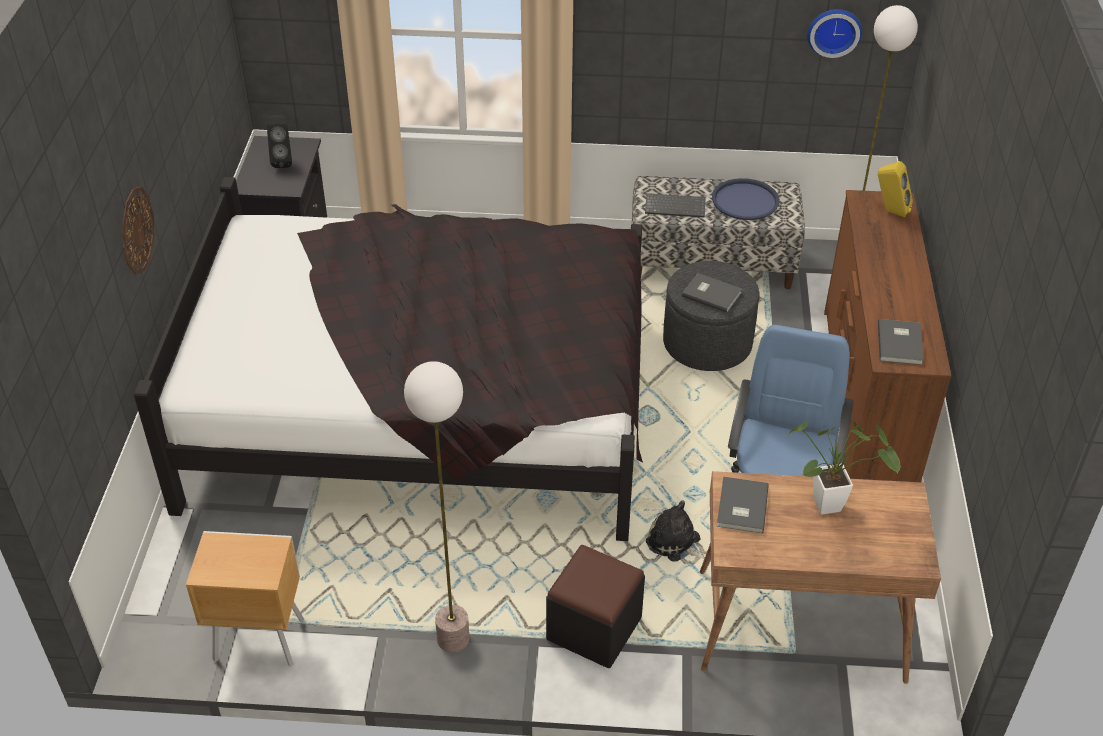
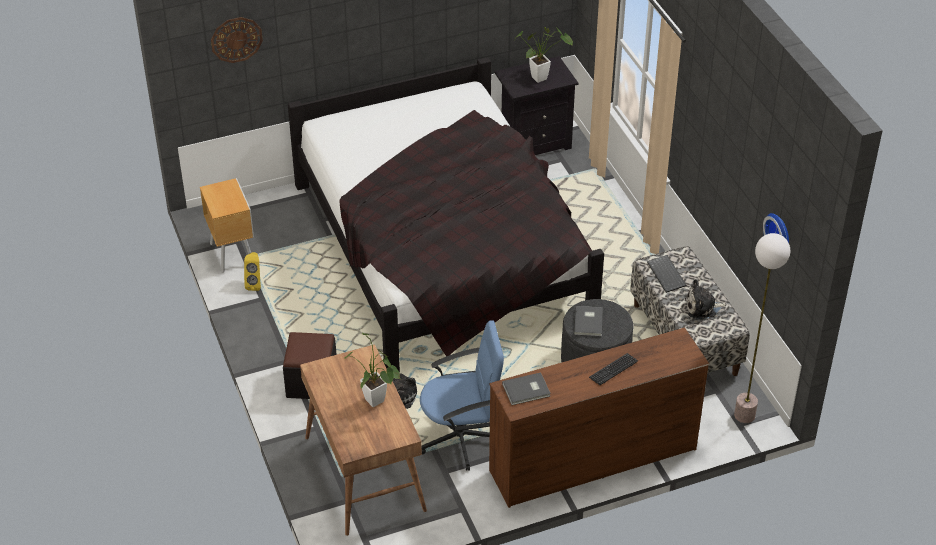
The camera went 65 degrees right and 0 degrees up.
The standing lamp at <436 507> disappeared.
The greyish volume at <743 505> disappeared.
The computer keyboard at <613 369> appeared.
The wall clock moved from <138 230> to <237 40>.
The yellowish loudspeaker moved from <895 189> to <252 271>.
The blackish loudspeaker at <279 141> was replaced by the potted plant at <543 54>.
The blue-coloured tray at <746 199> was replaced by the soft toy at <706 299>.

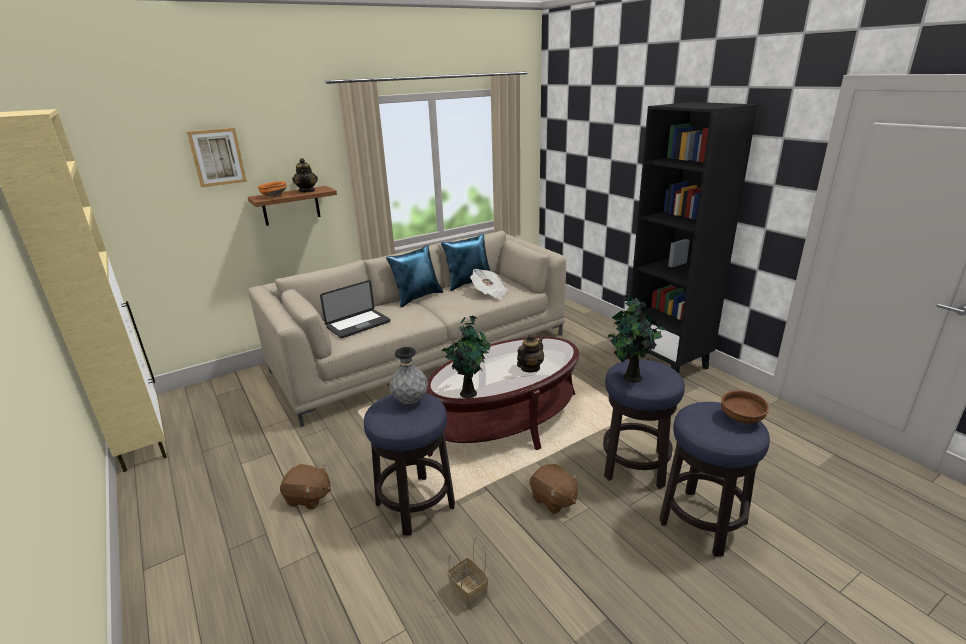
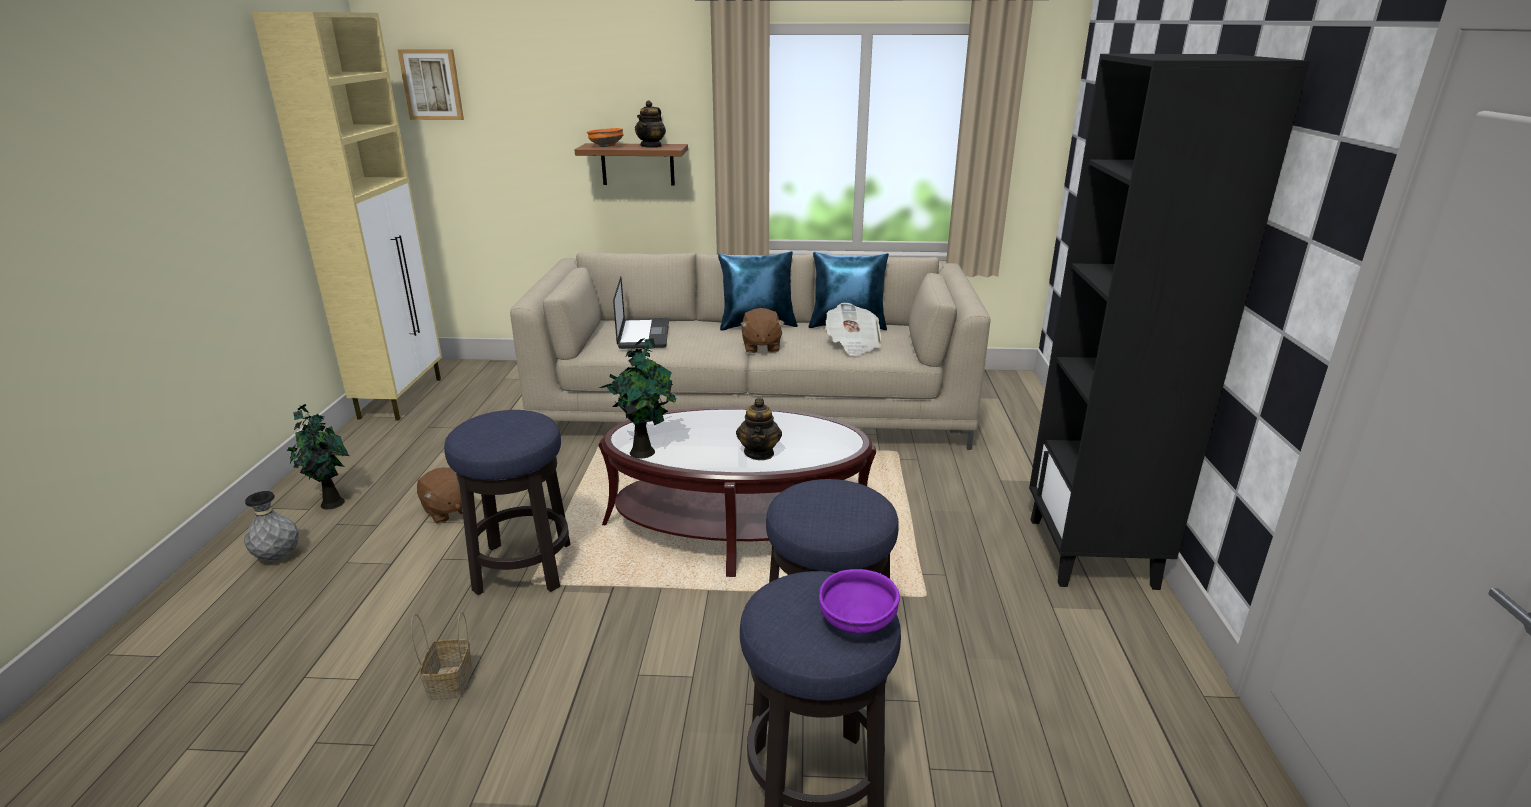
The camera went 35 degrees right and 0 degrees up.
The picture moved from <217 158> to <430 84>.
The greyish decorative vase moved from <408 375> to <271 526>.
The brown-coloured soft toy moved from <554 489> to <762 330>.
The potted plant moved from <637 338> to <318 457>.
The brown-coloured deep dish at <745 406> became the purple deep dish at <859 601>.
The laptop at <355 309> turned 90 degrees counterclockwise.
The tea pot at <530 353> turned 105 degrees clockwise.

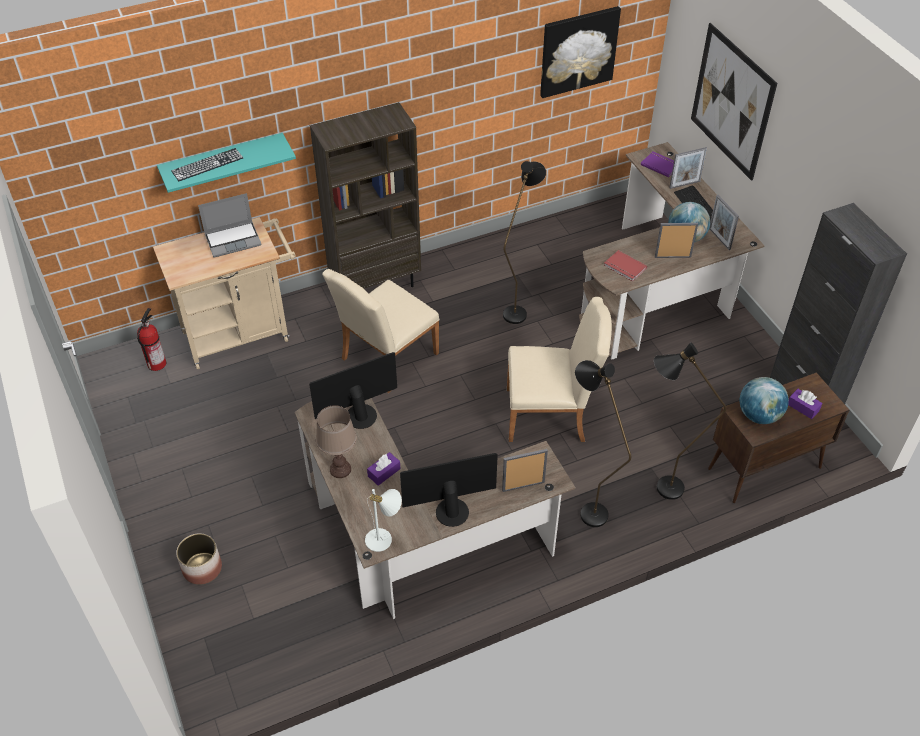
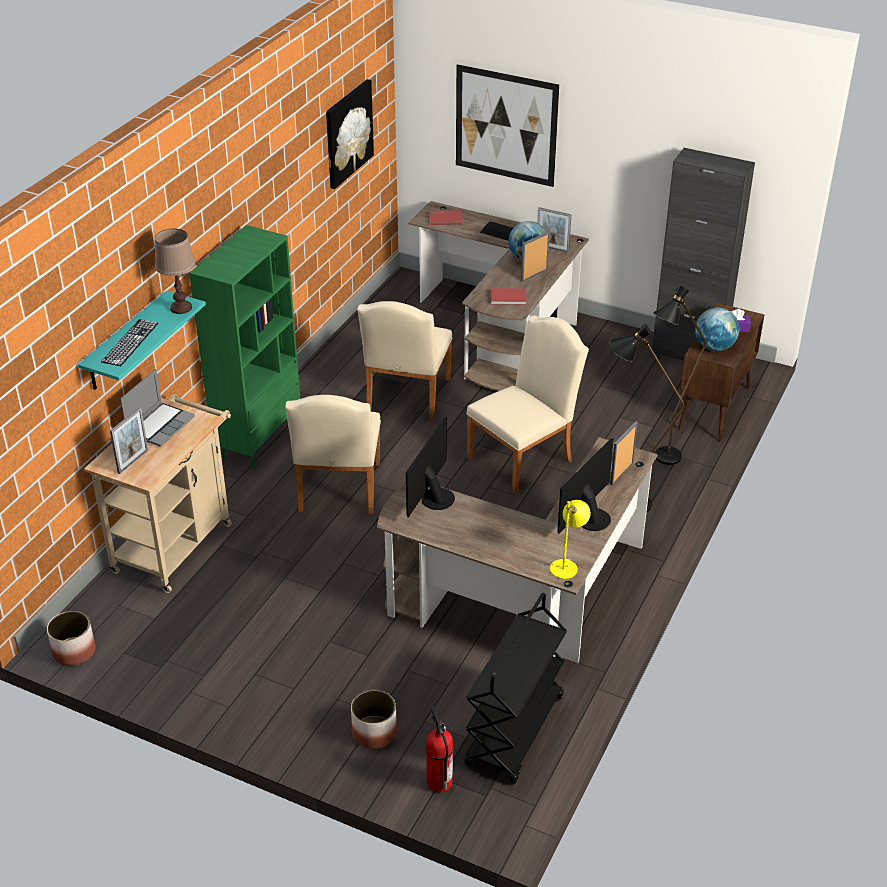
The camera went 40 degrees left and 10 degrees down.
The purple box of tissues at <384 469> disappeared.
The planter at <71 638> appeared.
The blackish trolley at <515 688> appeared.
The fire extinguisher moved from <151 339> to <439 749>.
The brown-coloured lamp for a table moved from <336 441> to <175 271>.
The photo frame moved from <688 168> to <129 440>.
The blackish standing lamp at <524 242> was replaced by the beige-coloured chair at <405 361>.
The brown-coloured bookshelf at <365 195> became the green-coloured bookshelf at <244 347>.
The white lamp for a table at <383 520> became the yellowish lamp for a table at <570 539>.
The purple volume at <657 164> became the reddish volume at <446 217>.

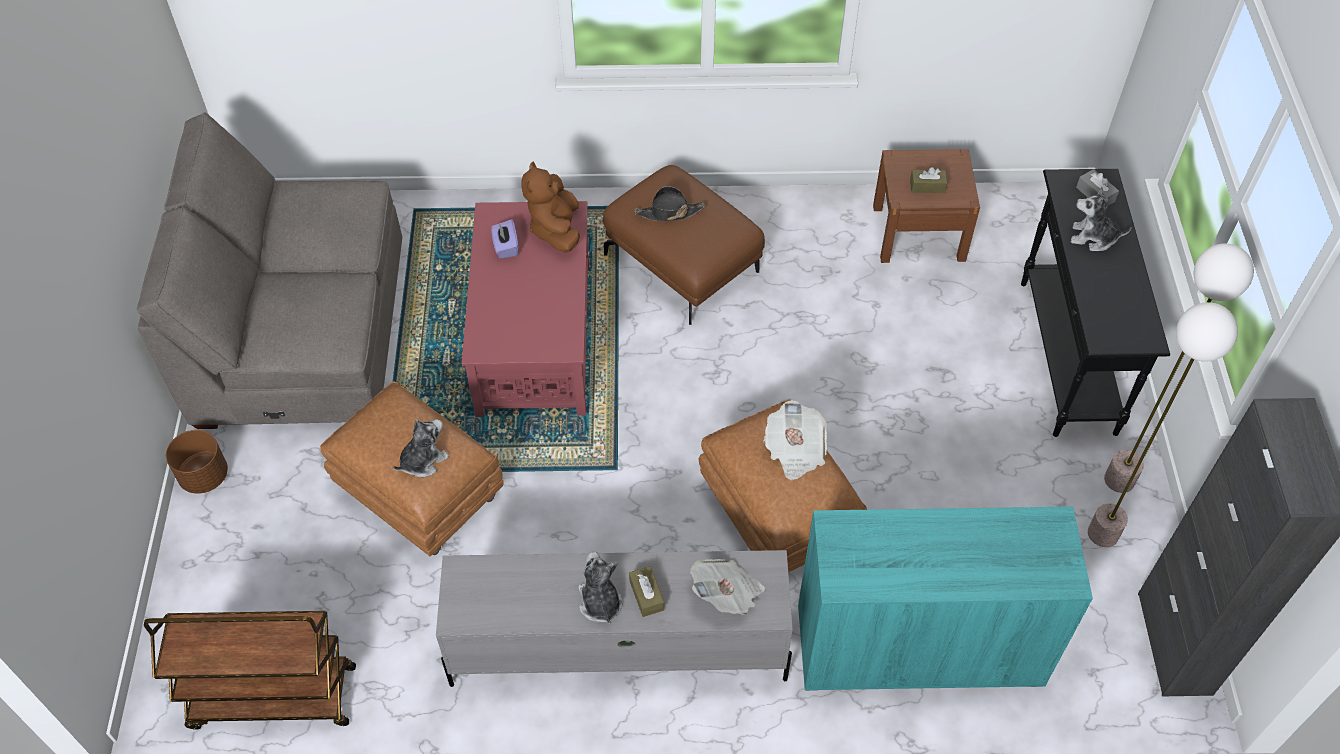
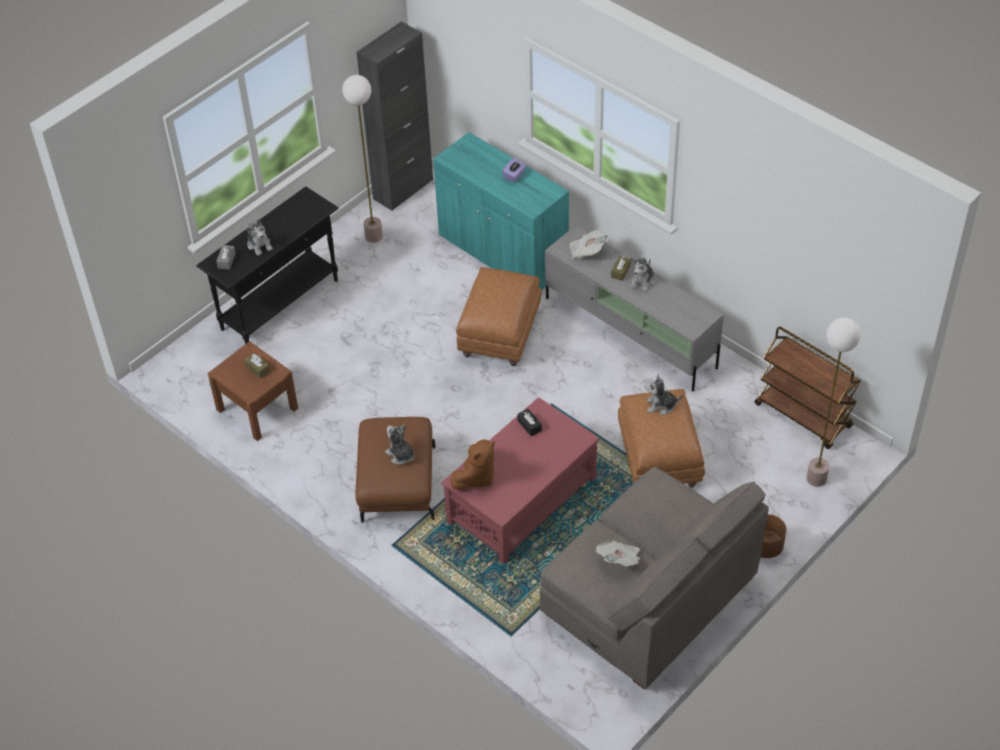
The camera went 135 degrees left and 5 degrees down.
The blackish box of tissues at <529 422> appeared.
The purple box of tissues moved from <504 239> to <514 170>.
The newspaper moved from <795 440> to <618 553>.
The standing lamp moved from <1179 368> to <834 402>.
The blackish clothing hat at <669 203> was replaced by the soft toy at <400 444>.

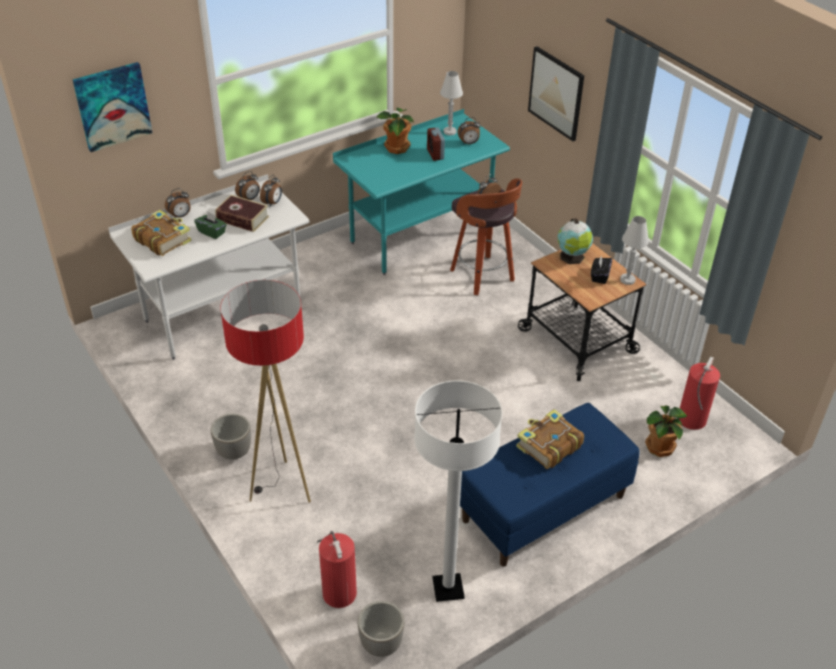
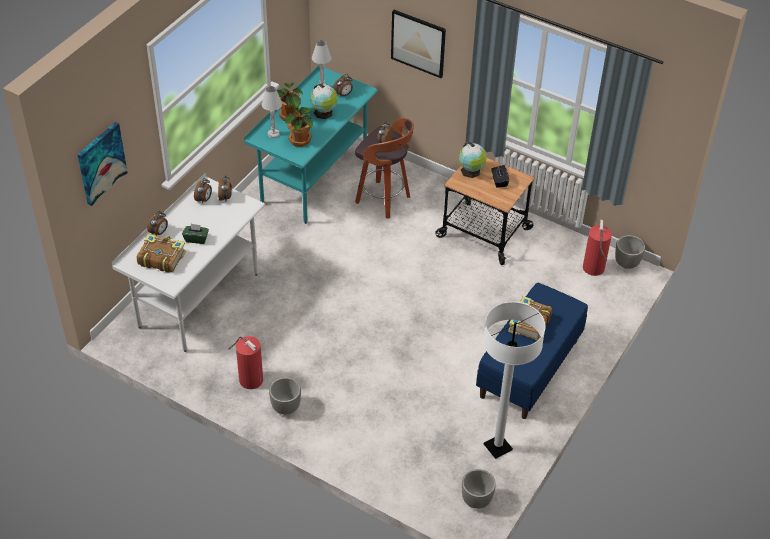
The camera went 25 degrees left and 5 degrees up.
The volume at <242 213> disappeared.
The standing lamp at <265 391> disappeared.
The planter at <630 252> appeared.
The fire extinguisher moved from <337 569> to <245 362>.
The white lamp for a table moved from <634 250> to <272 112>.
The potted plant moved from <666 431> to <299 127>.
The table clock at <436 144> was replaced by the desk globe at <324 101>.

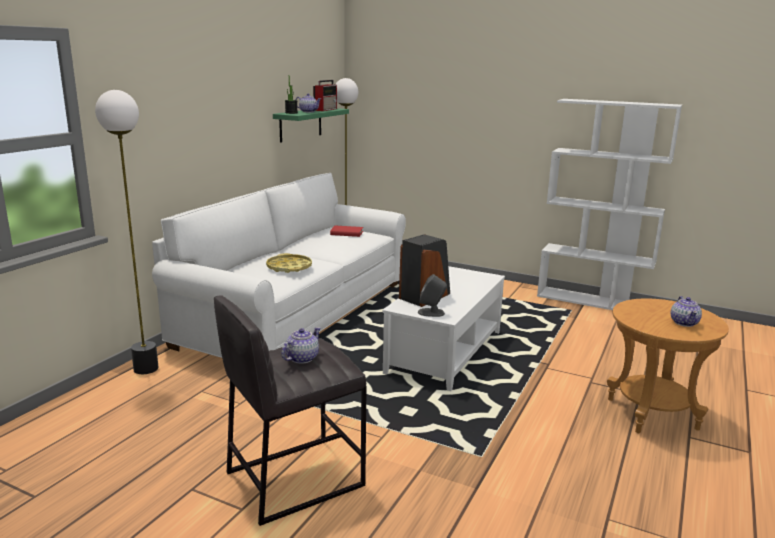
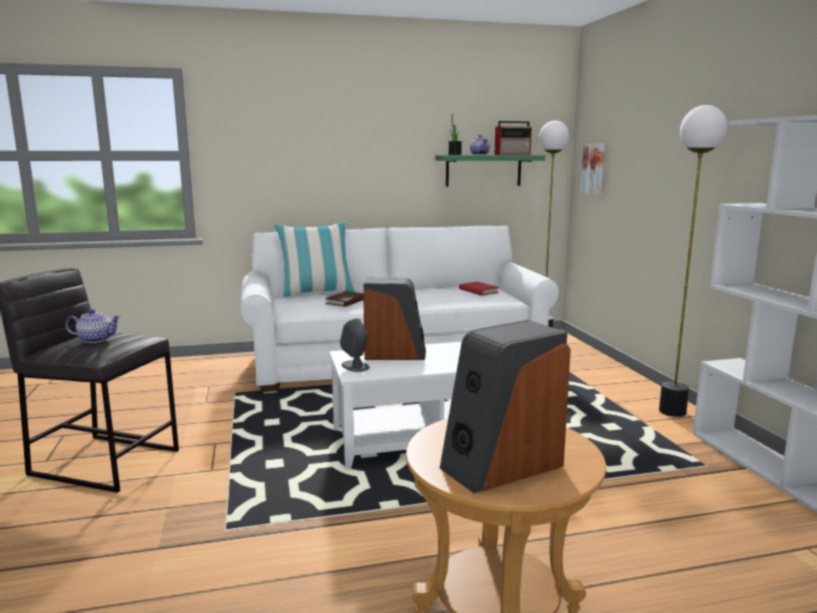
The camera went 50 degrees right and 5 degrees down.
The cushion at <315 259> appeared.
The picture at <592 170> appeared.
The standing lamp moved from <126 232> to <693 261>.
The yellowish tray at <289 263> was replaced by the brown-coloured volume at <344 299>.
The tea pot at <686 311> was replaced by the loudspeaker at <505 406>.

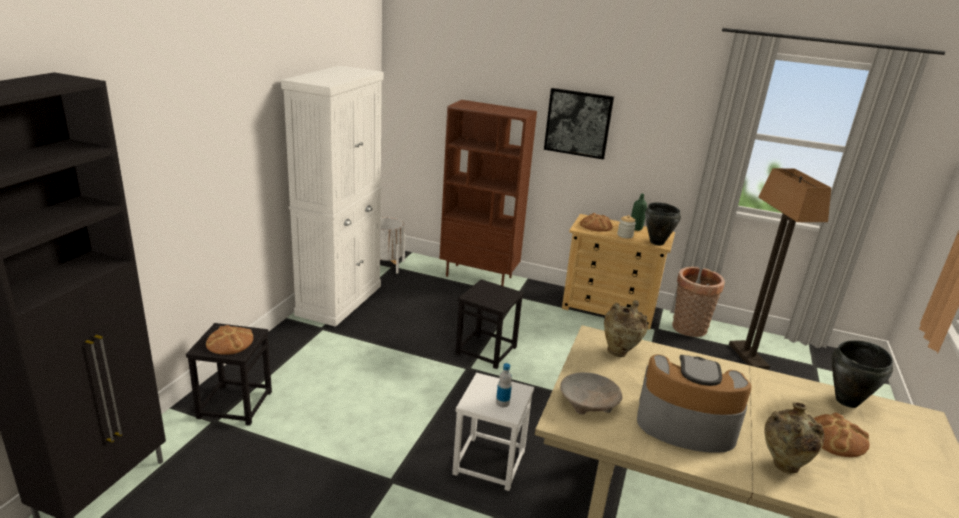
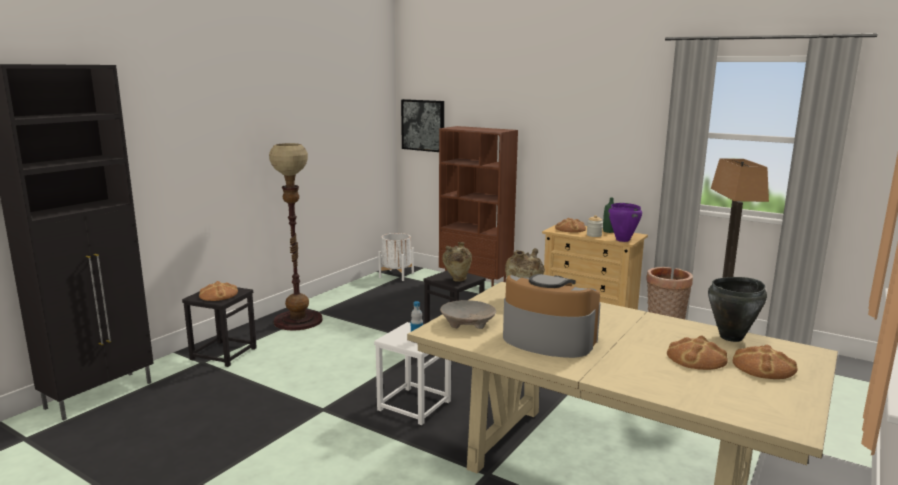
The camera went 15 degrees right and 10 degrees down.
The white cupboard at <332 196> disappeared.
The standing lamp at <296 236> appeared.
The bread at <765 362> appeared.
The picture moved from <579 124> to <422 125>.
The beige-coloured decorative vase moved from <794 438> to <457 262>.
The blackish cooking pot at <663 223> became the purple cooking pot at <625 222>.

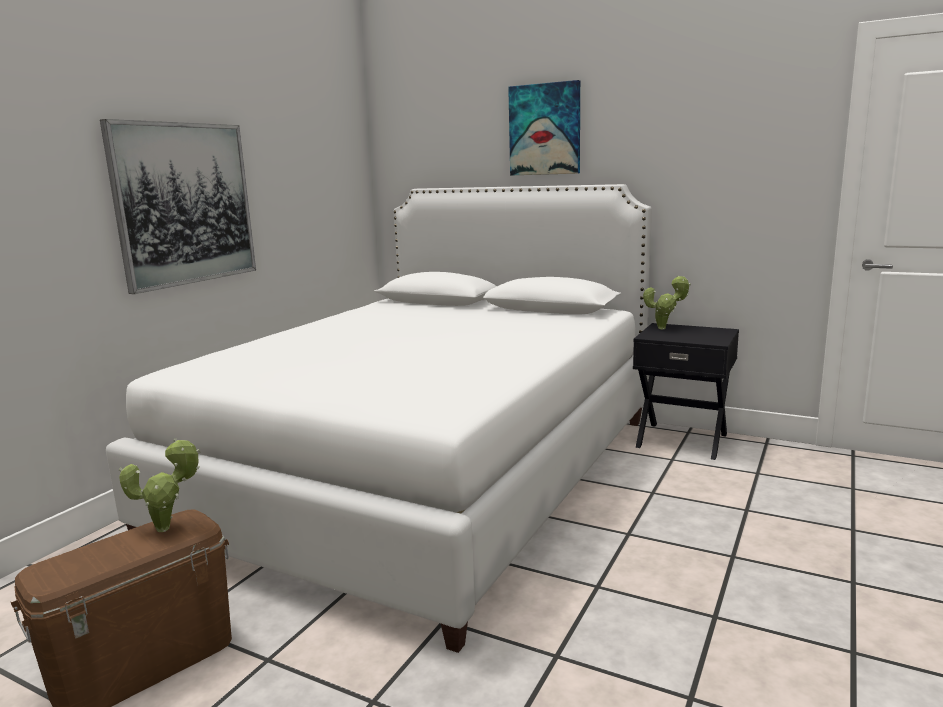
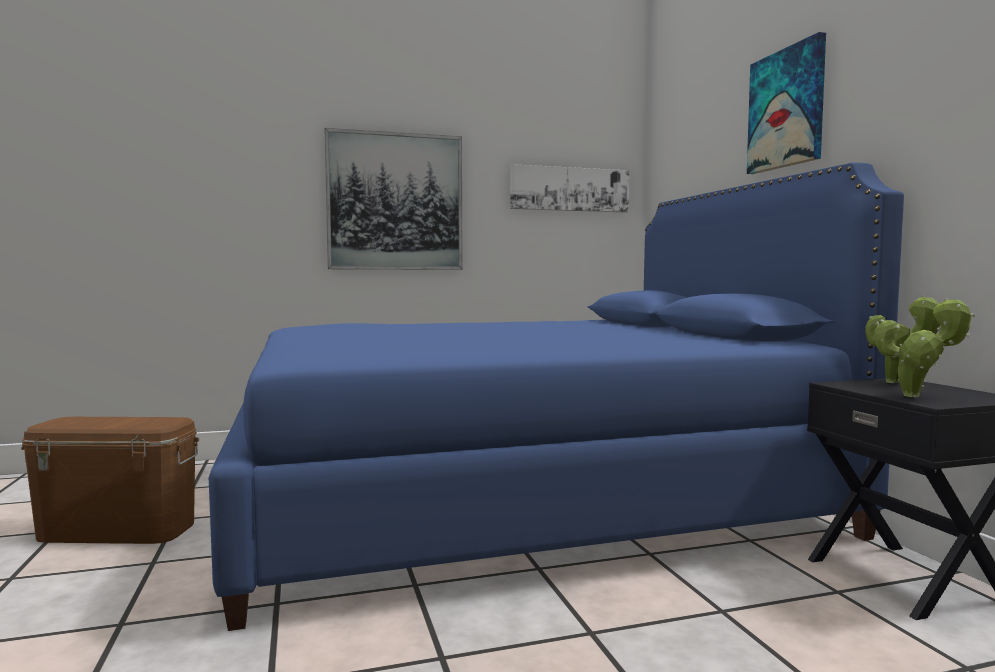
The camera went 45 degrees right and 10 degrees down.
The picture at <569 188> appeared.
The potted plant moved from <159 485> to <924 347>.
The white bed at <379 418> became the blue-coloured bed at <556 396>.

